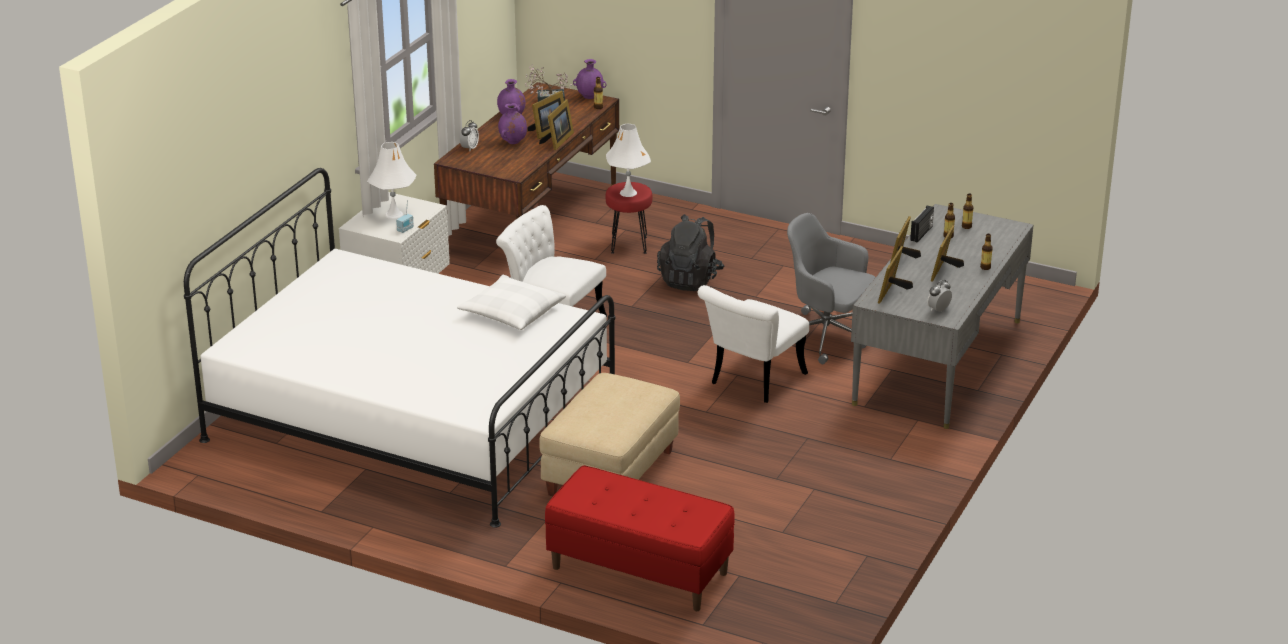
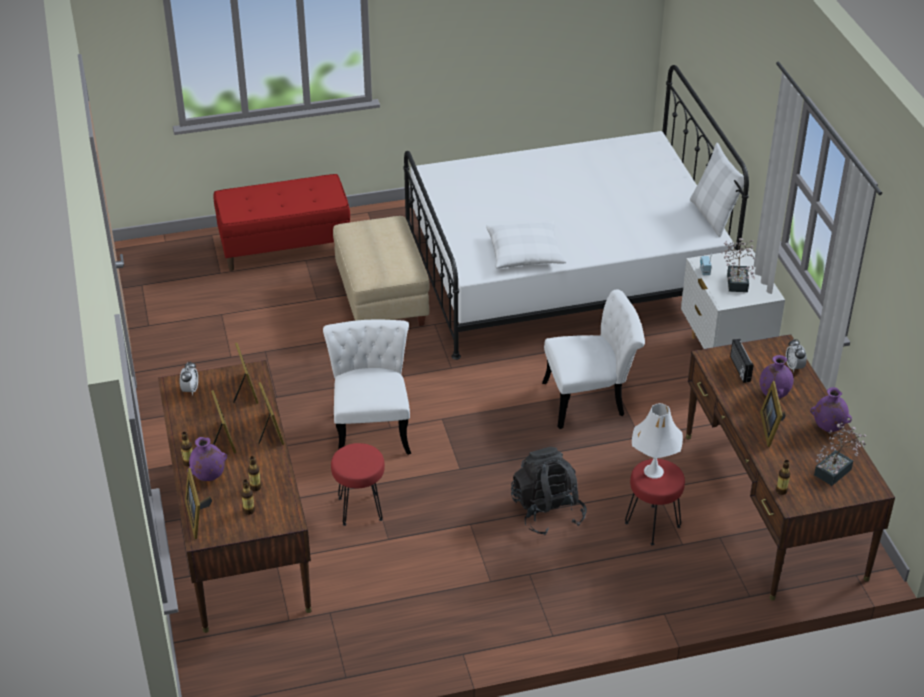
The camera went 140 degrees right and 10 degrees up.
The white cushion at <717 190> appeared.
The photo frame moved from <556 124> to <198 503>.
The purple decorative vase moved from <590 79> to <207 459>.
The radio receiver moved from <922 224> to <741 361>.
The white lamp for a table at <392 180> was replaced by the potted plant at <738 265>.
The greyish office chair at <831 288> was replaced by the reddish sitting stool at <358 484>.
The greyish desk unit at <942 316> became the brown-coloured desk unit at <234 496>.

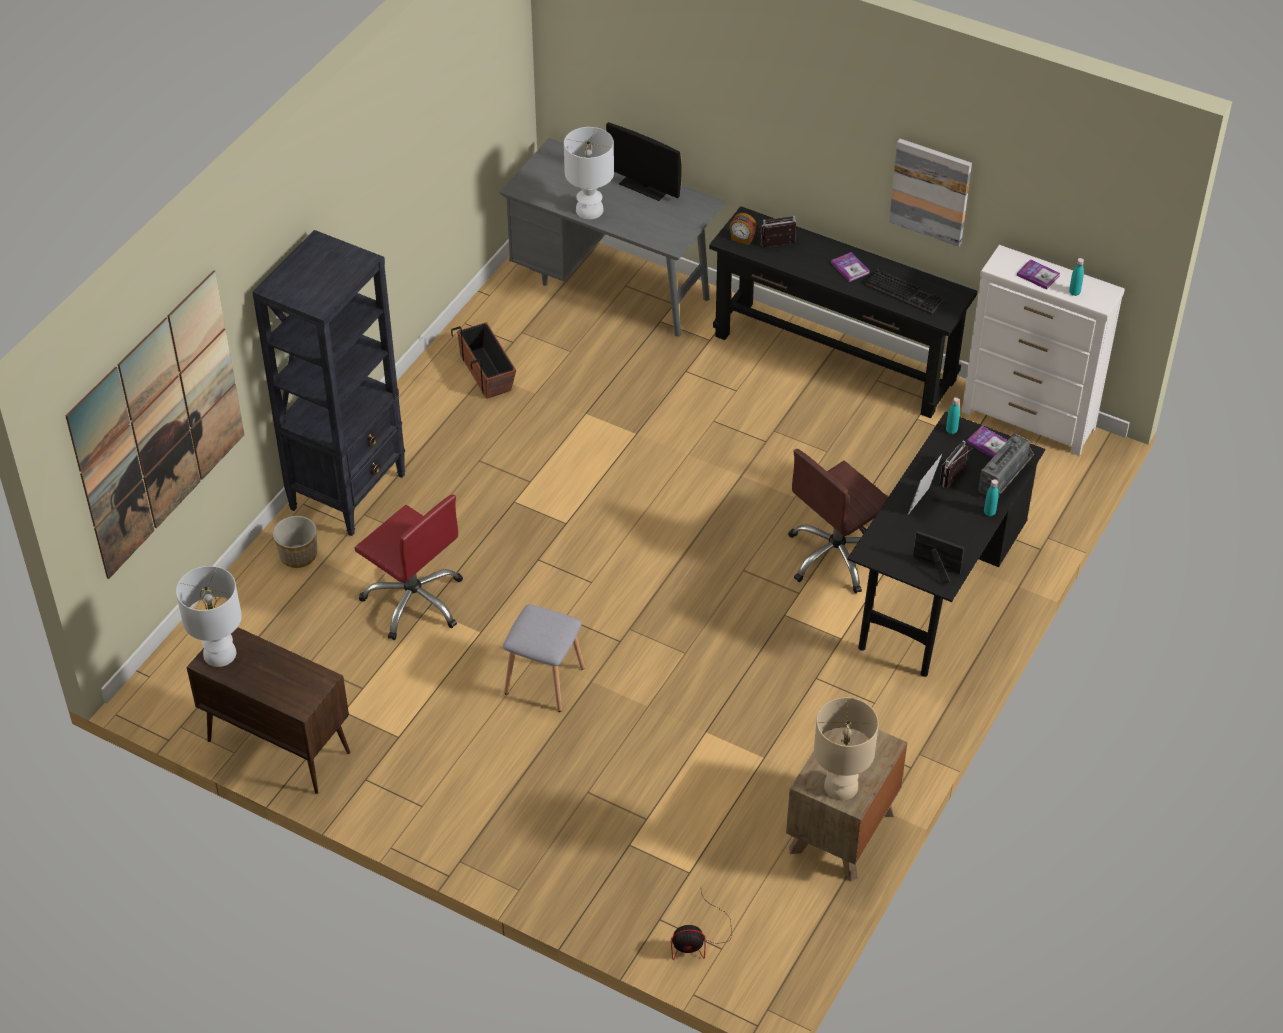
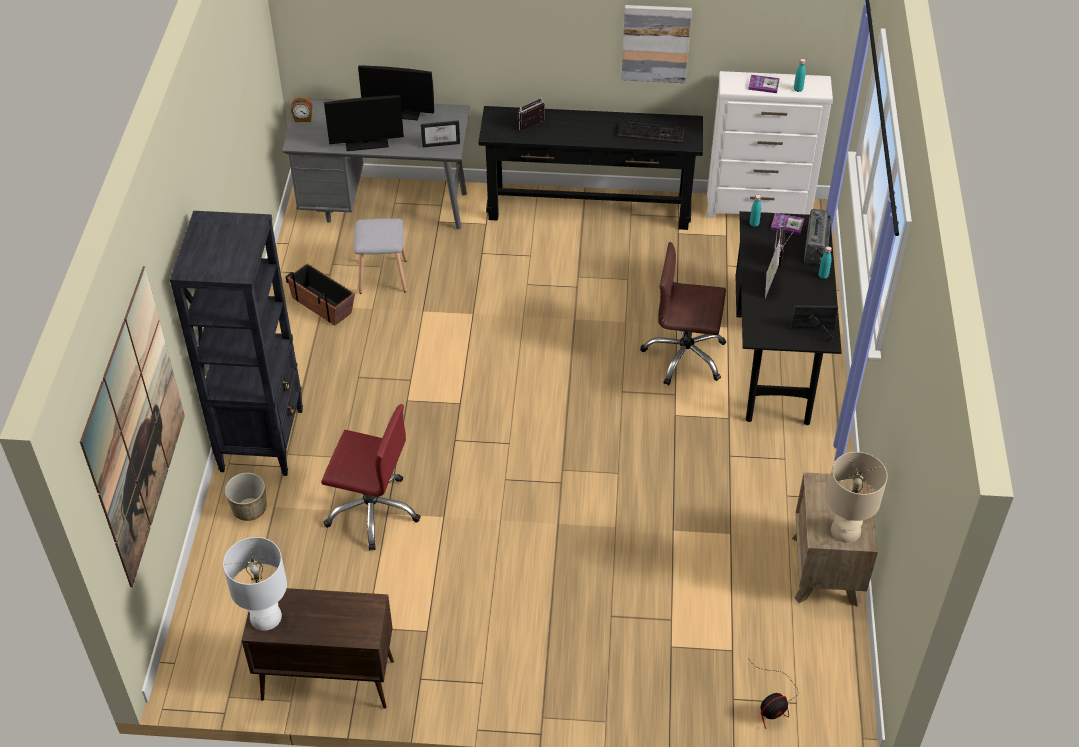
The camera went 25 degrees left and 0 degrees up.
The volume at <850 267> disappeared.
The photo frame at <440 134> appeared.
The greyish sitting stool moved from <544 658> to <380 256>.
The table clock moved from <743 229> to <302 109>.
The white lamp for a table at <589 173> was replaced by the computer screen at <364 123>.
The brown-coloured office chair at <838 521> turned 75 degrees clockwise.

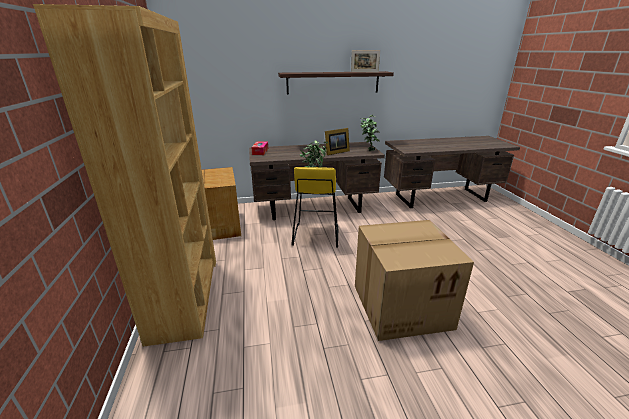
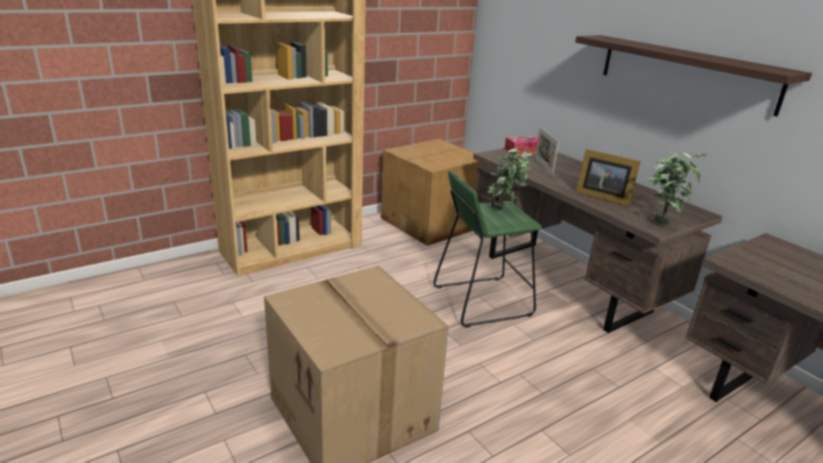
The camera went 65 degrees right and 0 degrees up.
The photo frame moved from <365 61> to <547 151>.
The yellowish sitting stool at <314 207> became the green-coloured sitting stool at <487 249>.

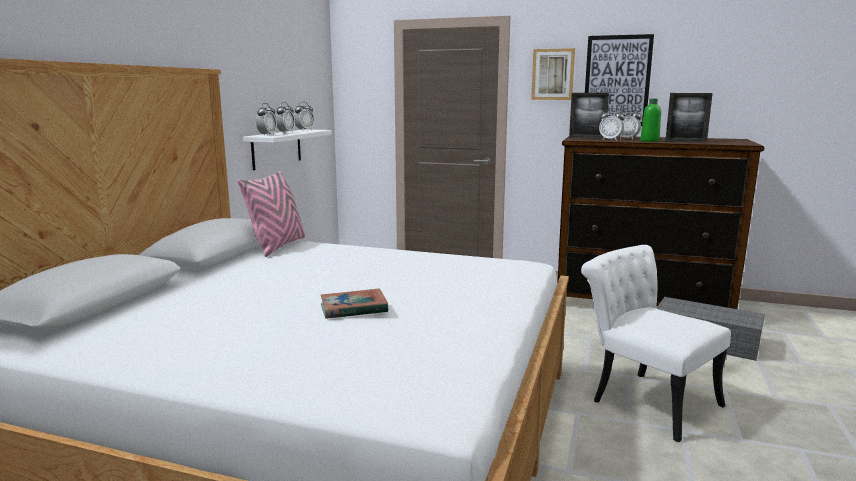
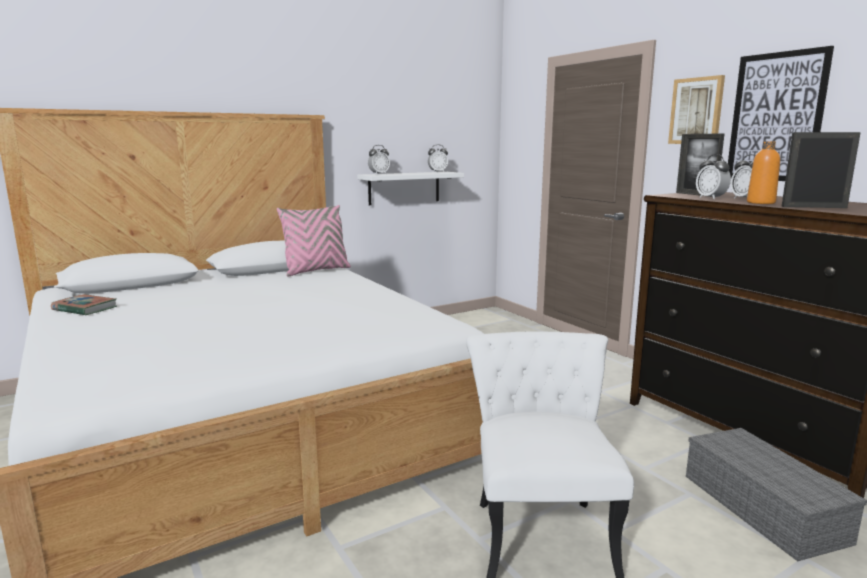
The camera went 40 degrees right and 0 degrees up.
The table clock at <285 117> disappeared.
The volume moved from <354 304> to <84 305>.
The green-coloured drink bottle at <651 120> became the orange-coloured drink bottle at <763 172>.
The photo frame at <689 118> turned 135 degrees clockwise.

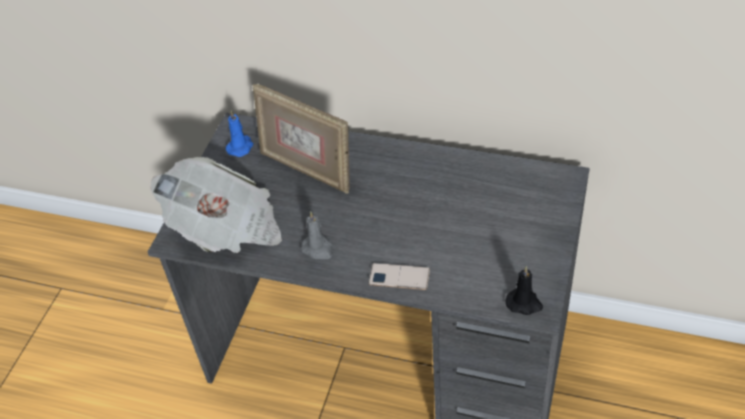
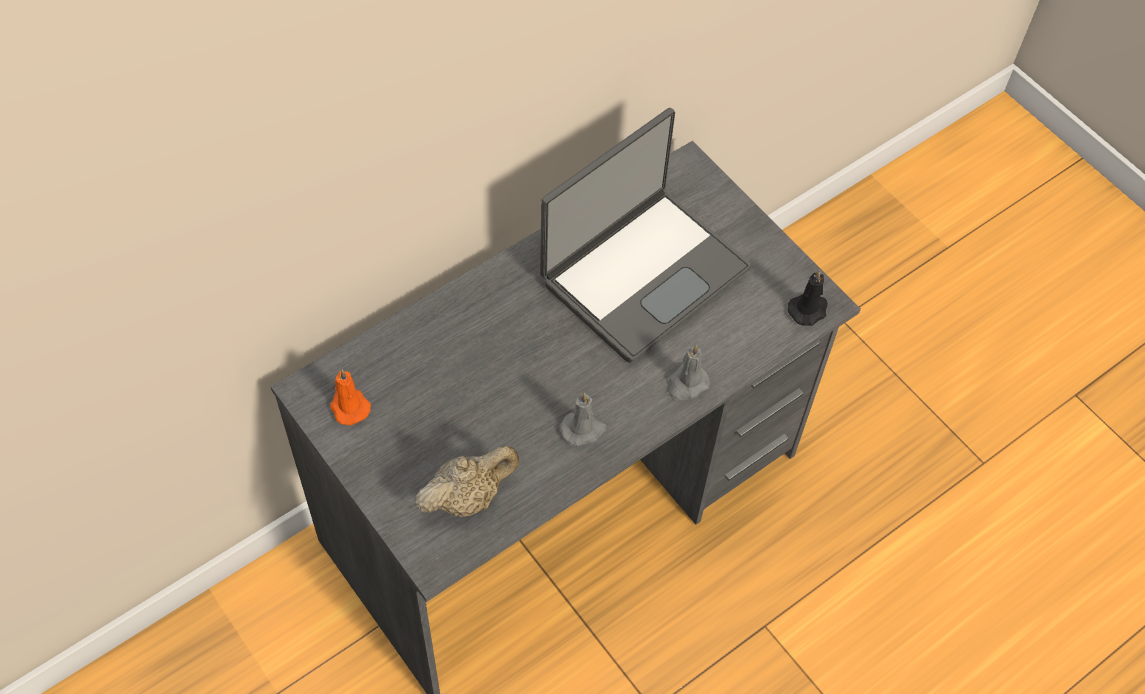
The camera went 60 degrees left and 10 degrees up.
The photo frame at <301 138> disappeared.
The laptop at <645 235> appeared.
The newspaper at <216 205> was replaced by the beige-coloured tea pot at <467 481>.
The telephone at <399 276> was replaced by the greyish wax light at <689 372>.
The blue-coloured wax light at <239 133> became the orange-coloured wax light at <350 397>.

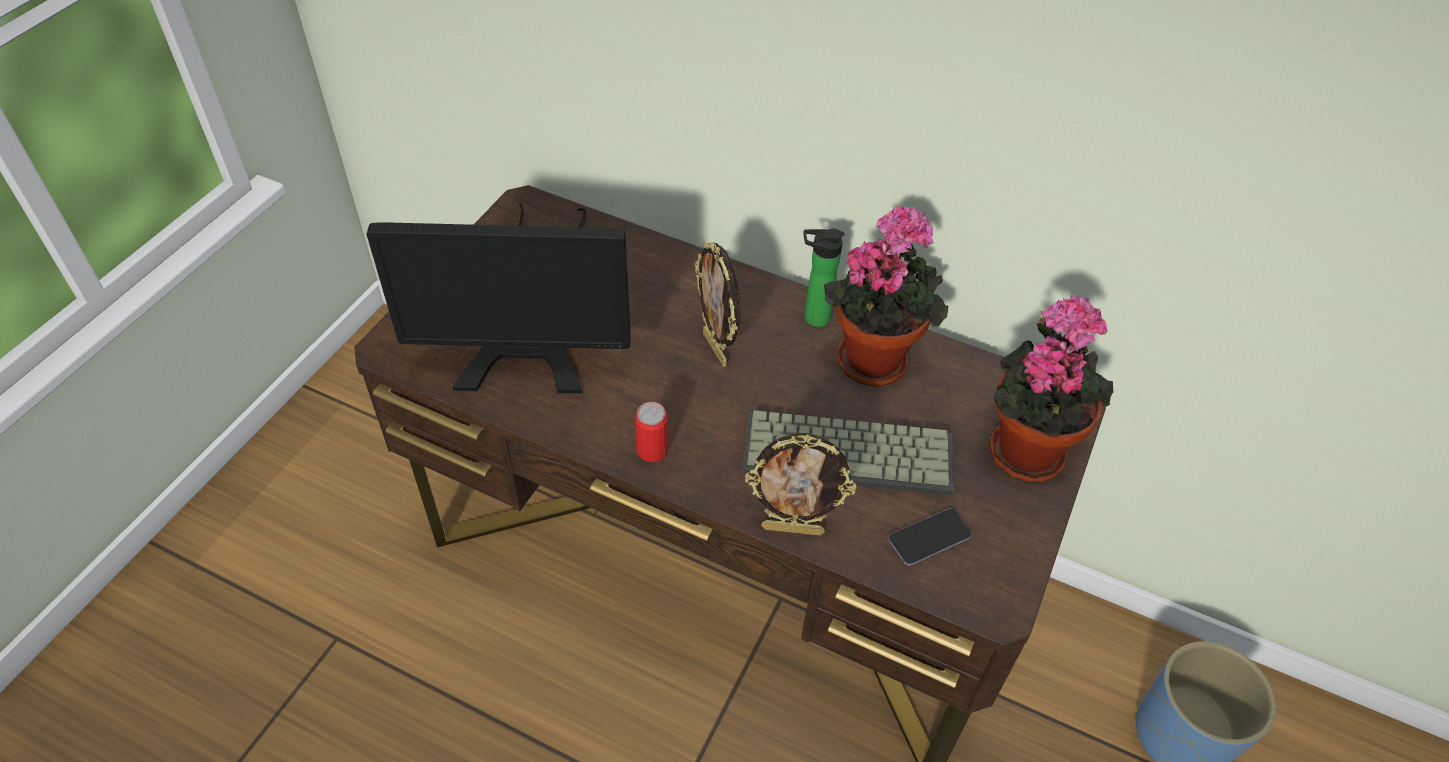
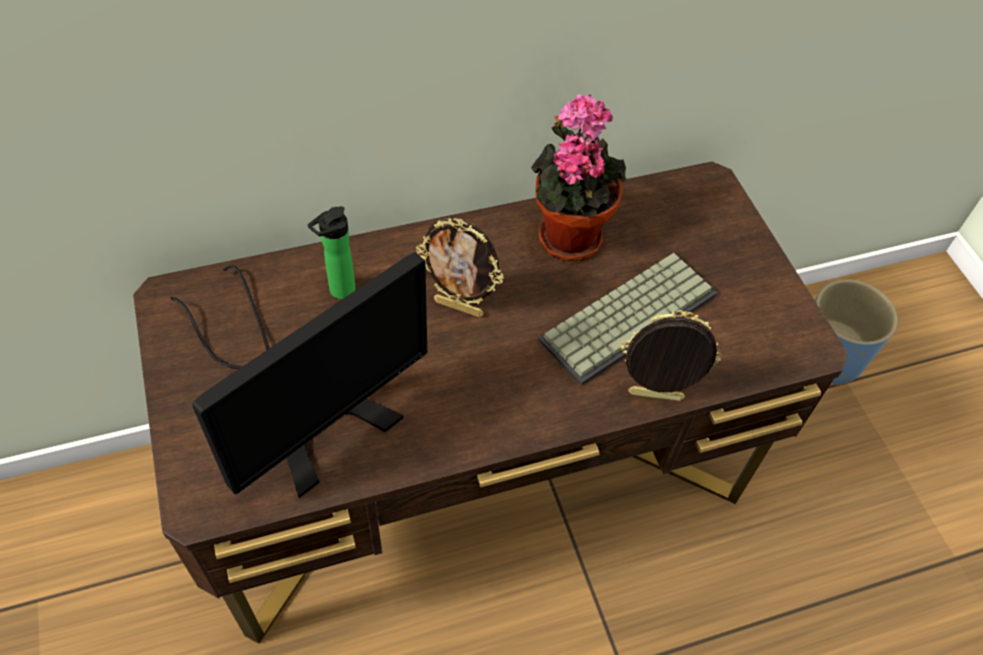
The camera went 45 degrees left and 5 degrees up.
The can at <651 432> disappeared.
The telephone at <930 537> disappeared.
The potted plant at <1051 388> disappeared.
The drink bottle moved from <824 277> to <332 252>.
The photo frame at <800 484> turned 135 degrees counterclockwise.

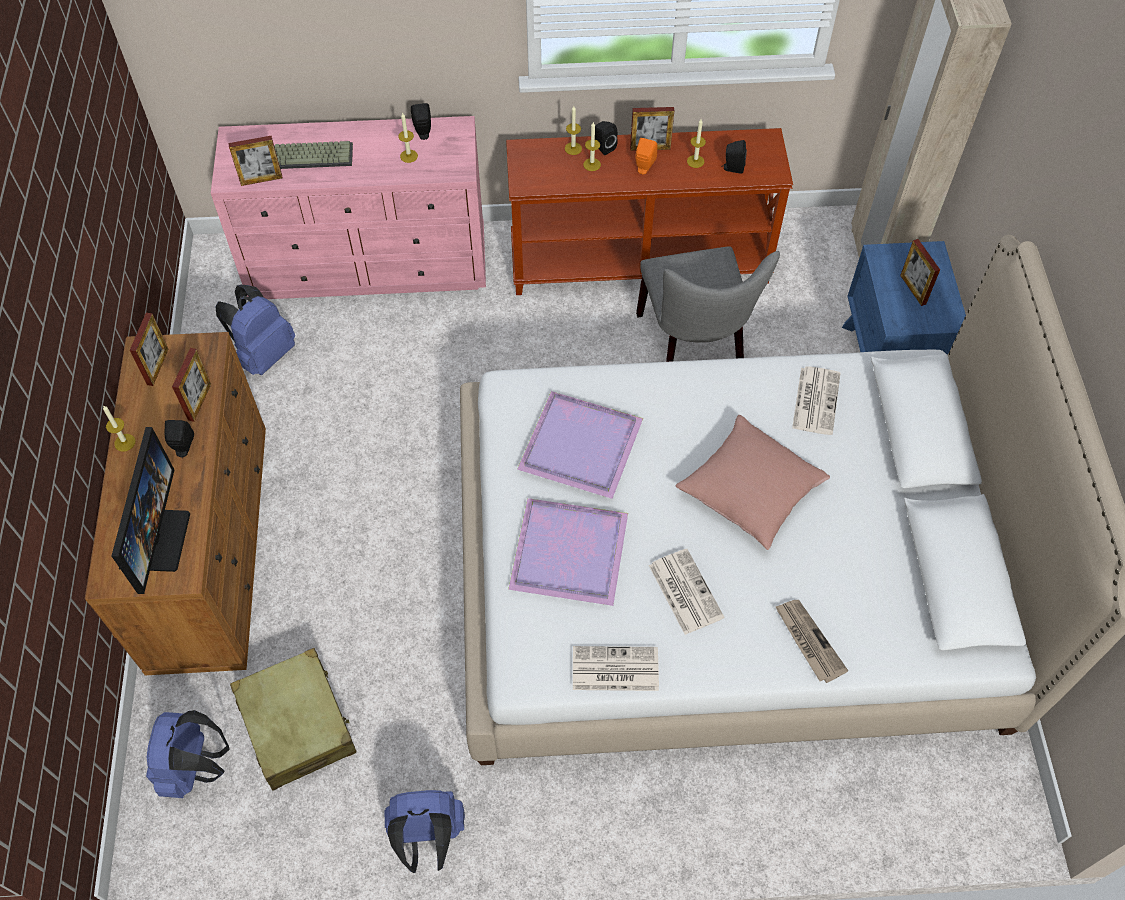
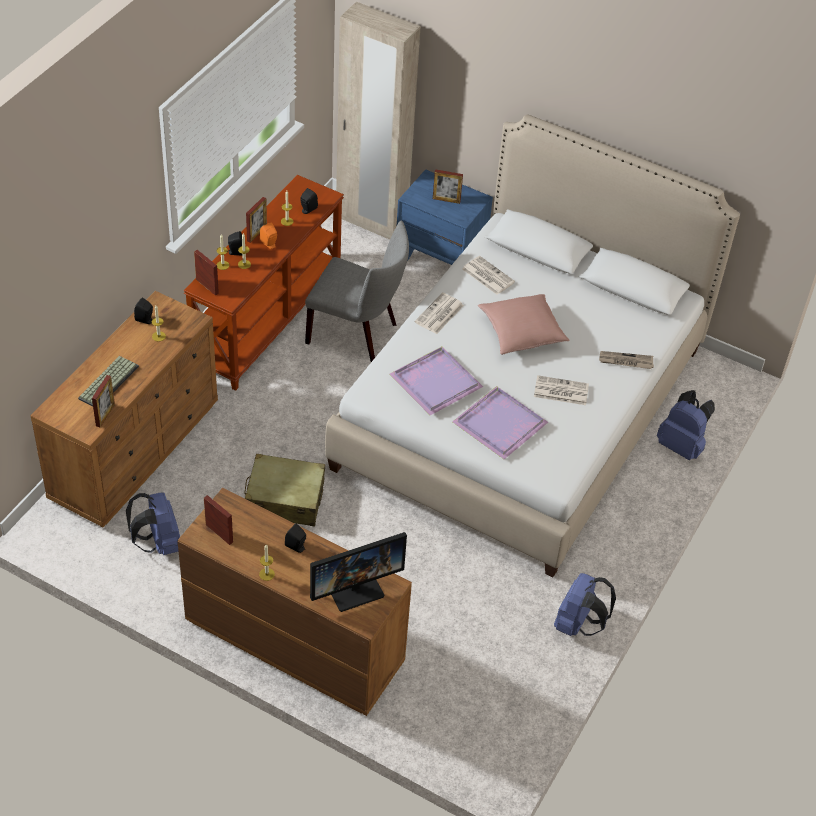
The camera went 60 degrees left and 10 degrees down.
The blue-coloured rucksack moved from <187 754> to <686 425>.
The photo frame moved from <191 385> to <206 273>.
The beige-coloured piece of luggage moved from <293 719> to <284 489>.
The newspaper moved from <616 668> to <439 313>.
The pink-coloured chest of drawers at <348 207> became the brown-coloured chest of drawers at <124 409>.
The computer screen at <151 510> turned 120 degrees clockwise.

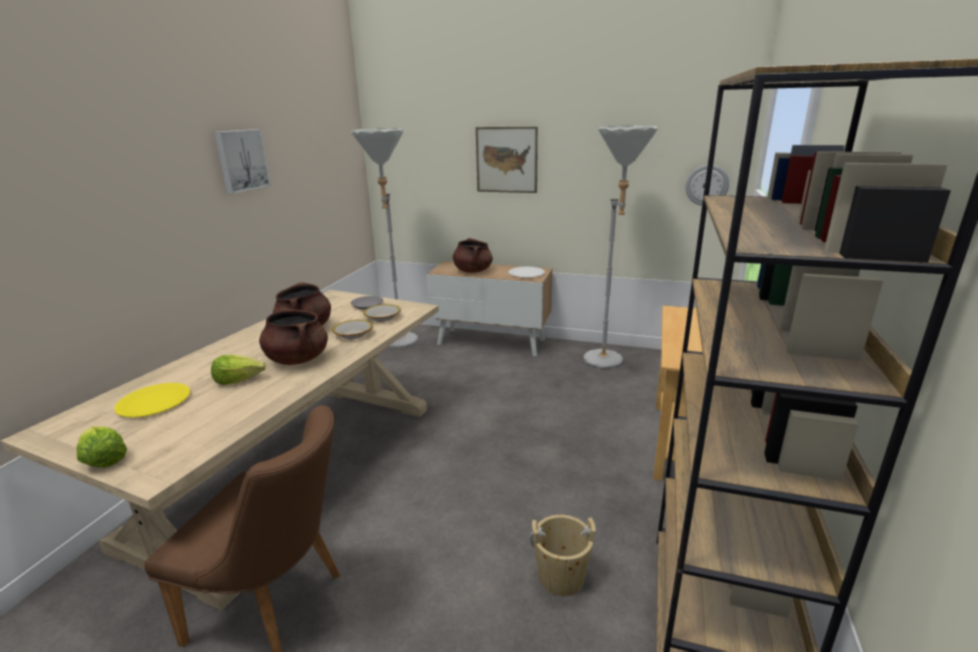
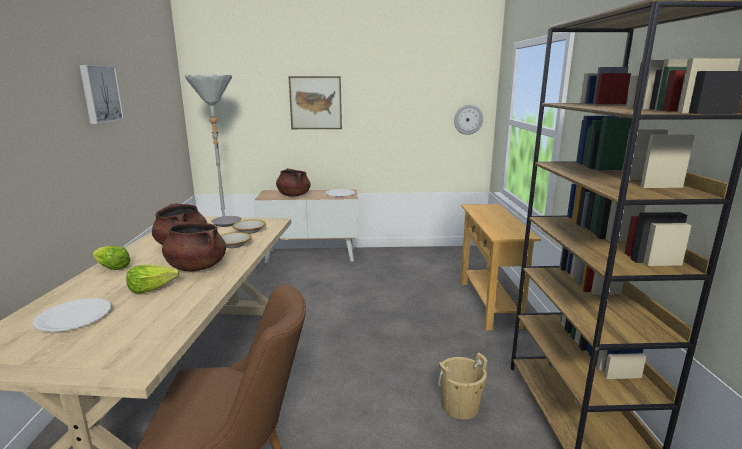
The camera went 20 degrees left and 5 degrees down.
The greyish standing lamp at <620 247> disappeared.
The head of lettuce moved from <102 447> to <111 258>.
The yellowish plate at <152 400> became the white plate at <72 315>.

